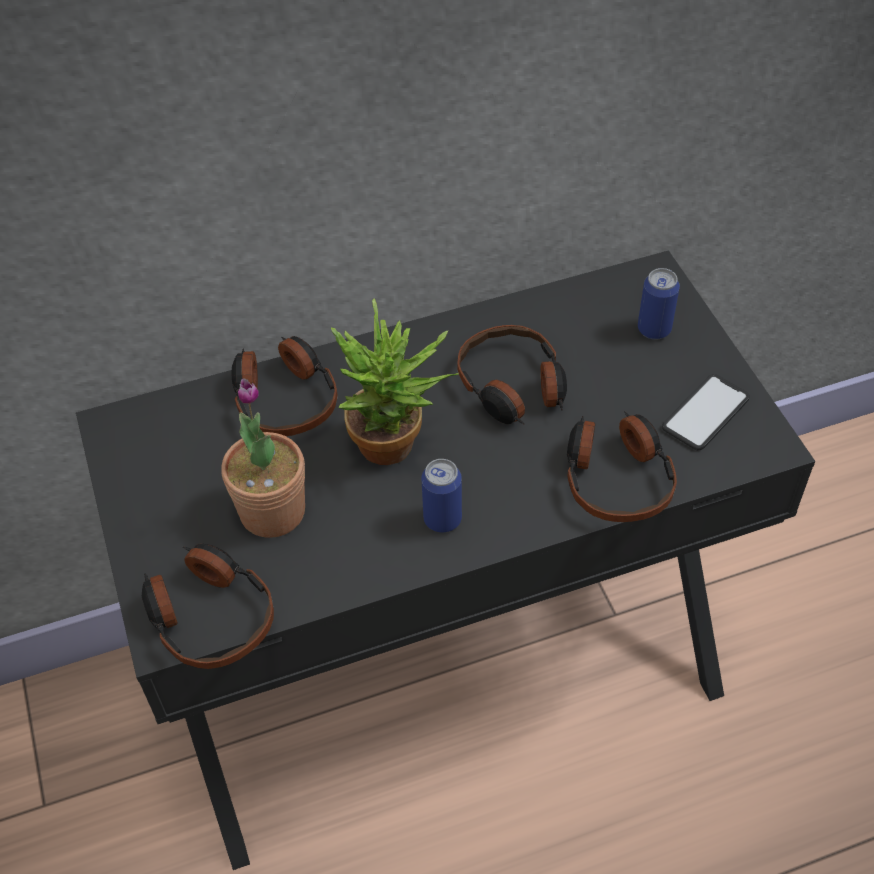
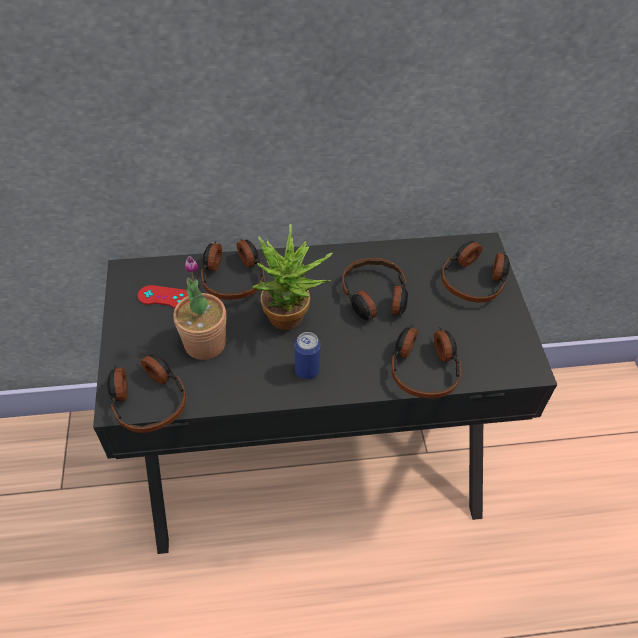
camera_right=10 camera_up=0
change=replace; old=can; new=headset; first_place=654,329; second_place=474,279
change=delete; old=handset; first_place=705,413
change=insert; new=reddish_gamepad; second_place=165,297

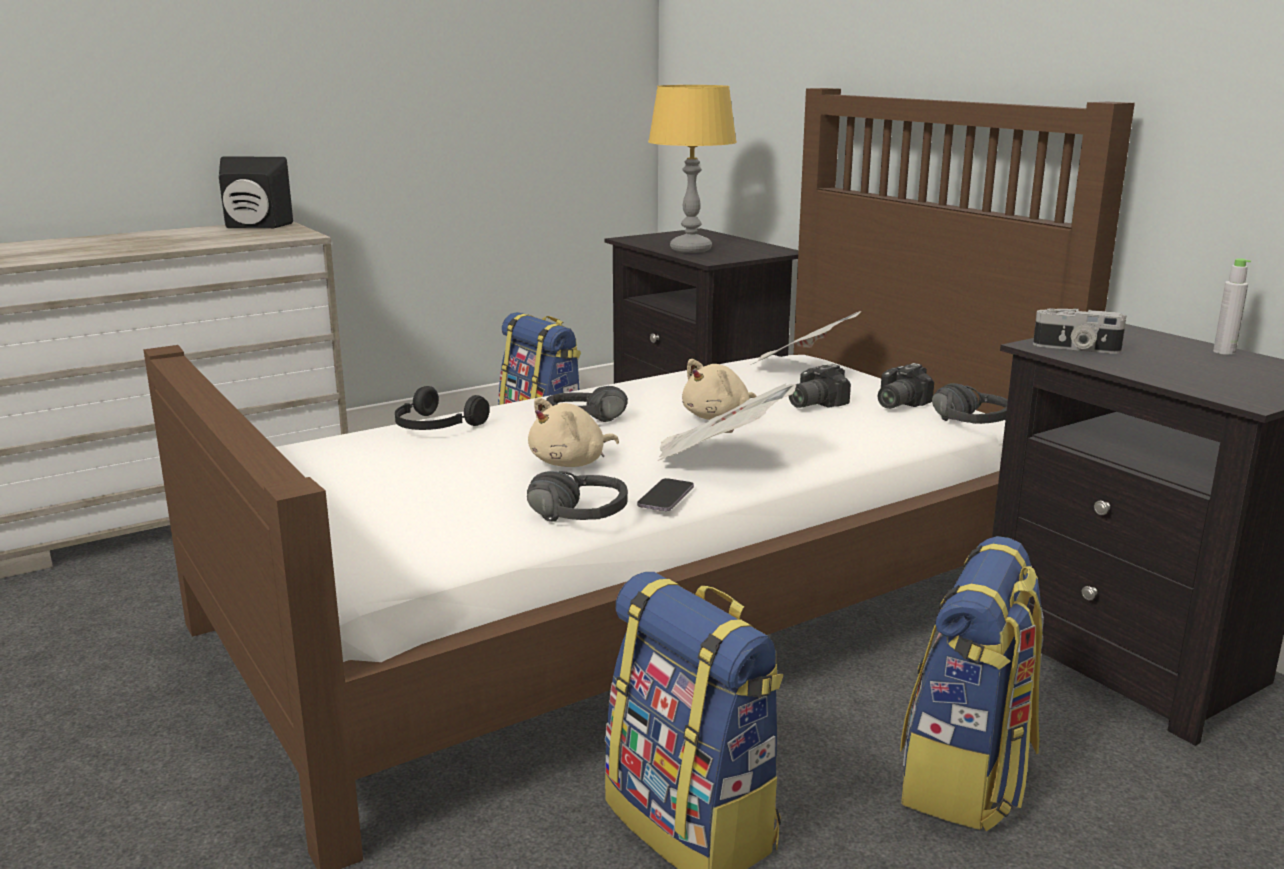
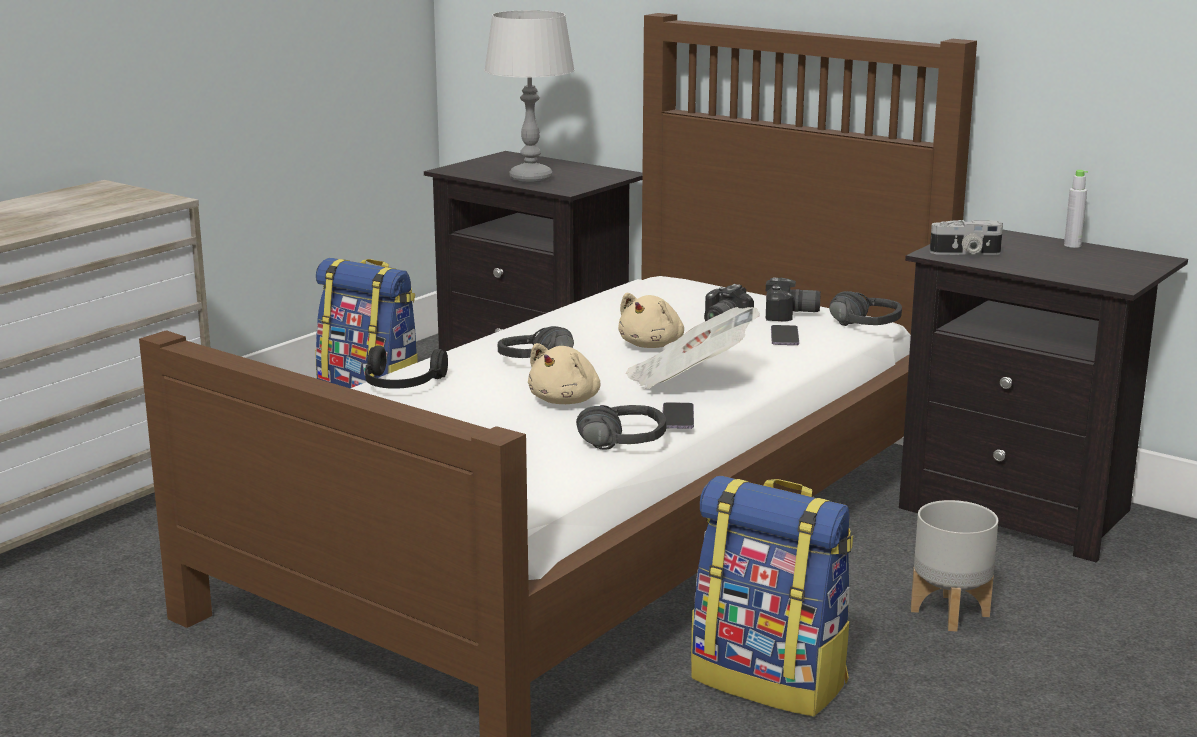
camera_right=-20 camera_up=0
change=recolor; old=yellow_lamp_for_a_table; new=gray_lamp_for_a_table; first_place=690,249; second_place=530,178
change=delete; old=blackish_audio_speaker; first_place=254,226
change=delete; old=printed_paper; first_place=801,368
change=rotate; old=photo_camera; first_place=896,404; second_place=791,315; degrees=-105
change=replace; old=rucksack; new=gray_flower_pot; first_place=967,778; second_place=951,613
change=insert; new=handset; second_place=784,337

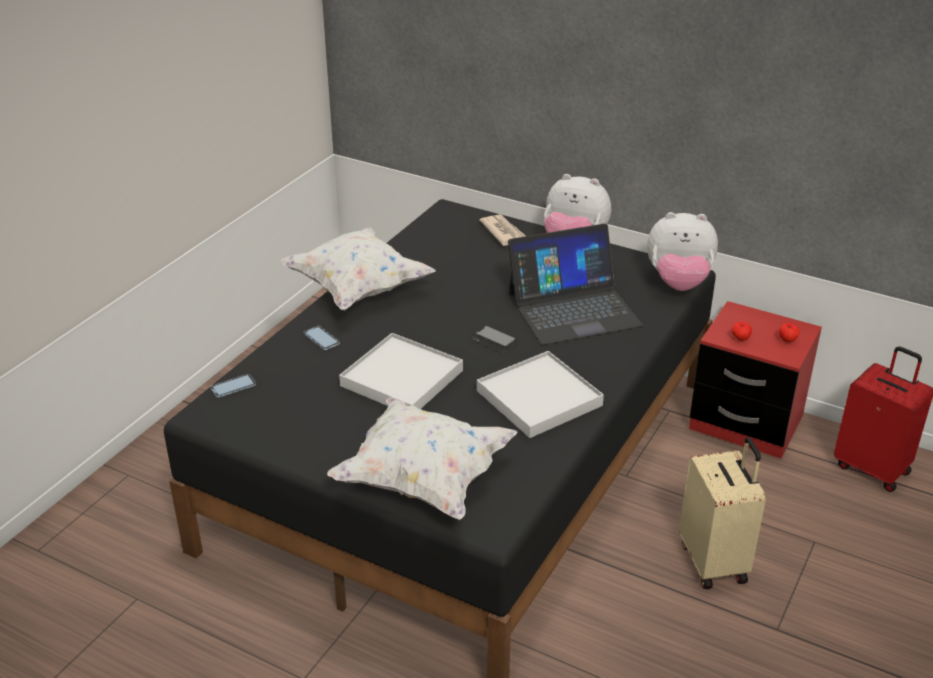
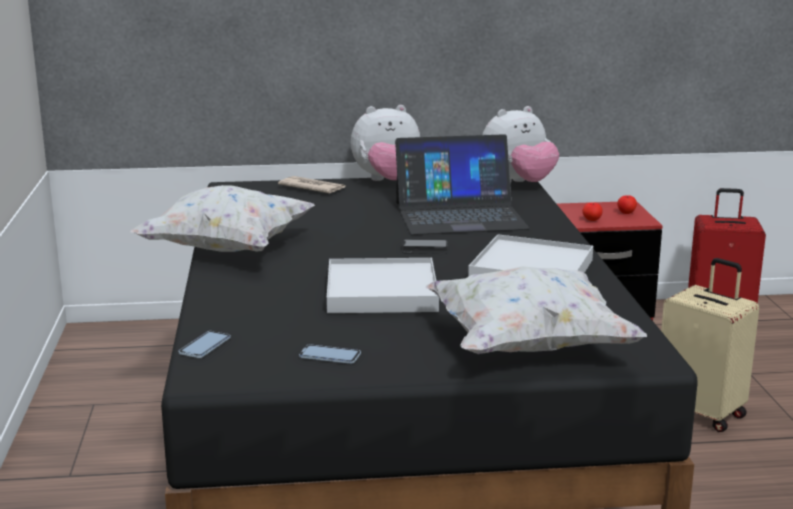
camera_right=-35 camera_up=-15
change=rotate; old=notebook_computer; first_place=573,309; second_place=459,215; degrees=45
change=move; old=handset; first_place=321,339; second_place=330,356

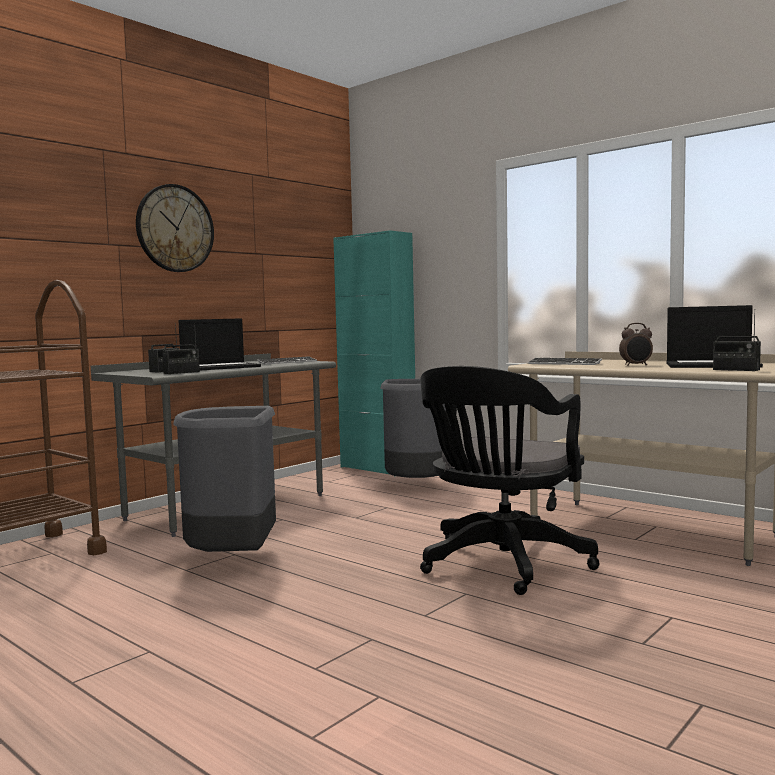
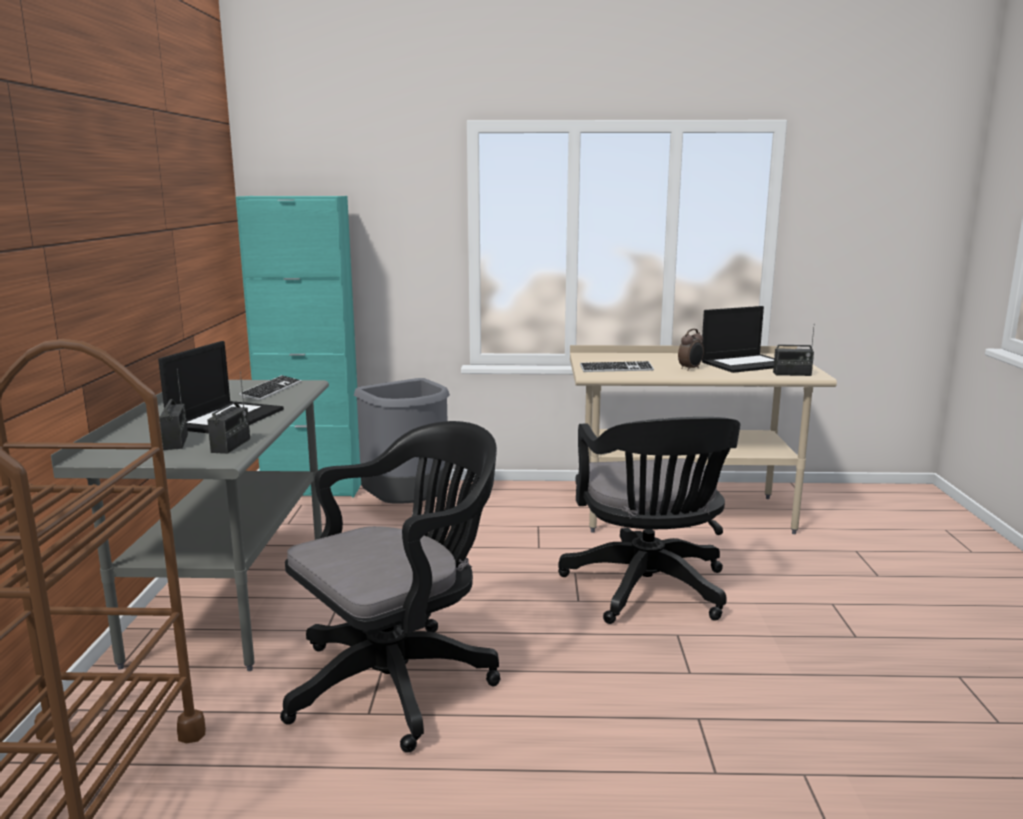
camera_right=-40 camera_up=10
change=delete; old=hanging_clock; first_place=175,228
change=replace; old=gray_rubbish_bin; new=blackish_desk_chair; first_place=233,561; second_place=400,679

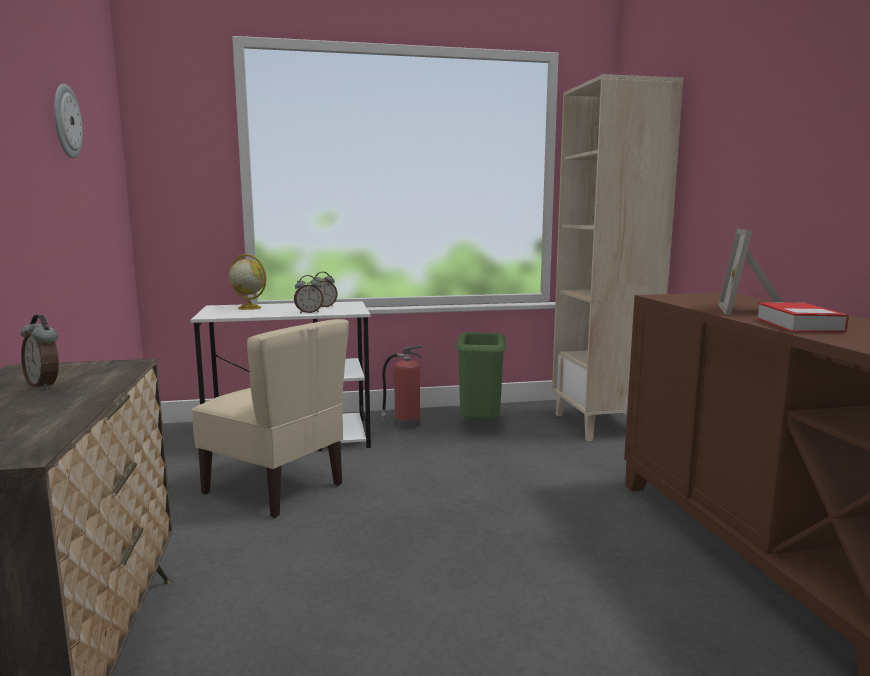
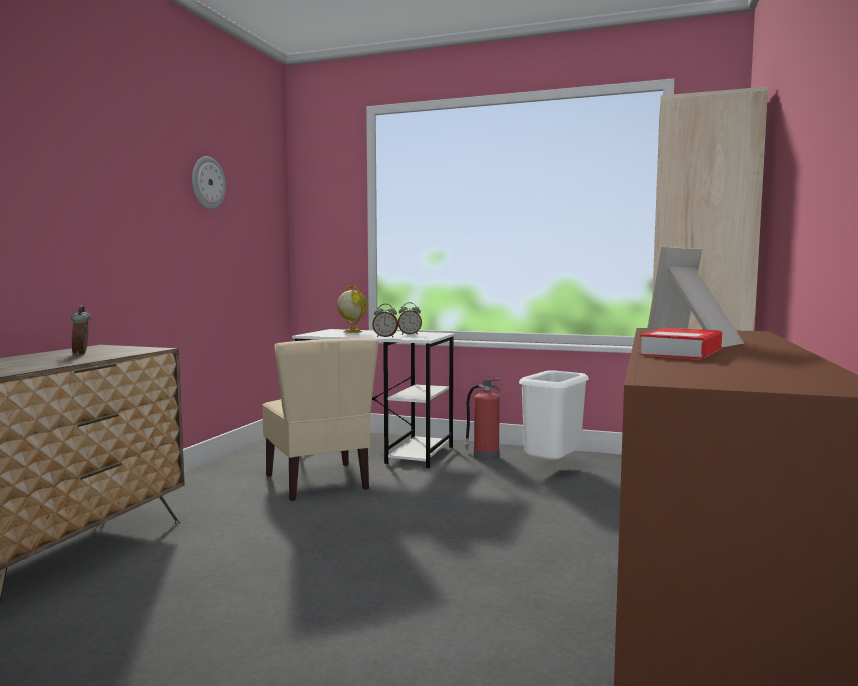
camera_right=30 camera_up=-5
change=recolor; old=green-coloured_rubbish_bin; new=whitish_rubbish_bin; first_place=479,427; second_place=551,469

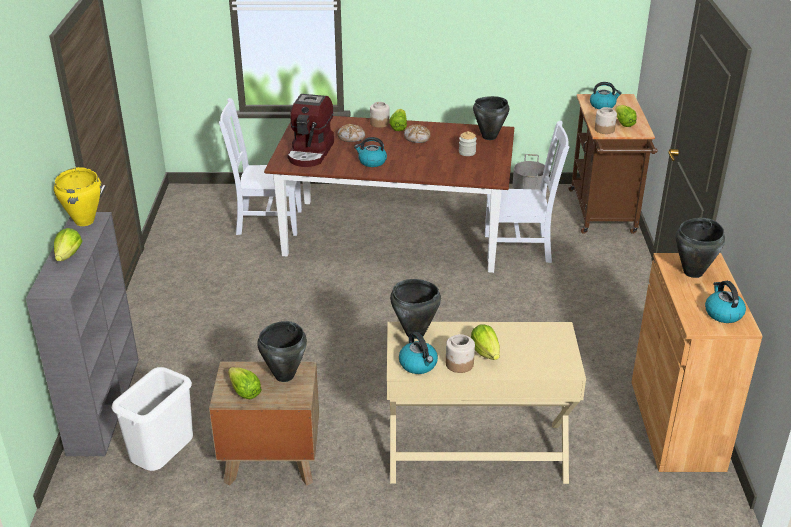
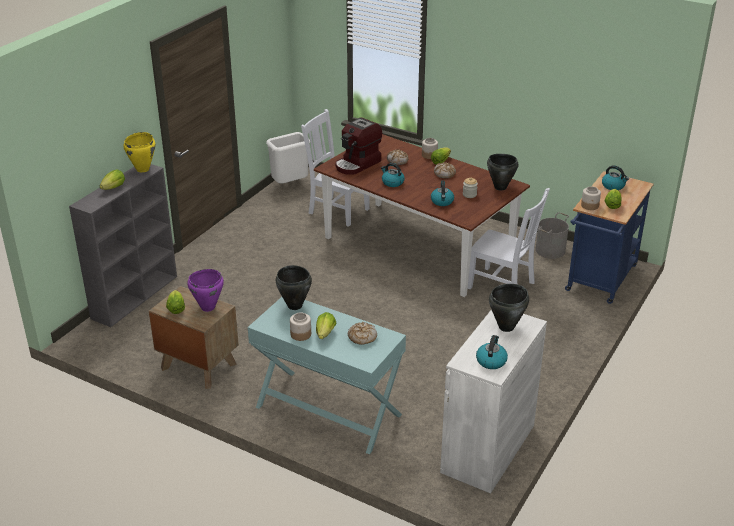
camera_right=30 camera_up=0
change=recolor; old=brownish_cart; new=blue-coloured_cart; first_place=603,214; second_place=600,281
change=recolor; old=brownish_cabinet; new=whitish_cabinet; first_place=676,424; second_place=488,449
change=recolor; old=blackish_cooking_pot; new=purplish_cooking_pot; first_place=284,376; second_place=207,307
change=recolor; old=beige-coloured_hall_table; new=turquoise-coloured_hall_table; first_place=476,453; second_place=328,411
change=move; old=kettle; first_place=418,365; second_place=442,202
change=move; old=whitish_rubbish_bin; first_place=164,463; second_place=290,186
change=insert; new=baked_bread; second_place=362,337

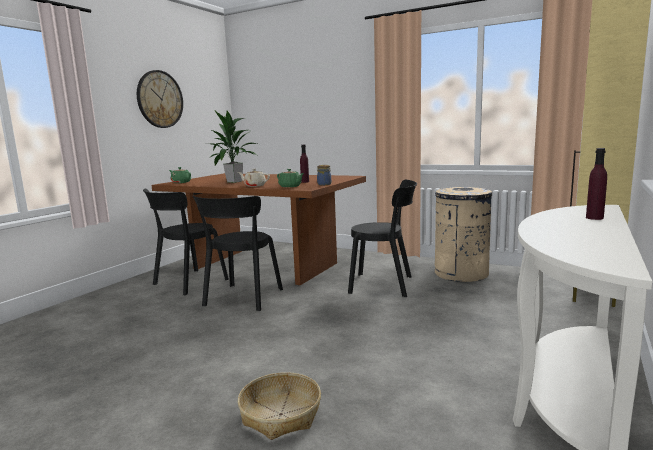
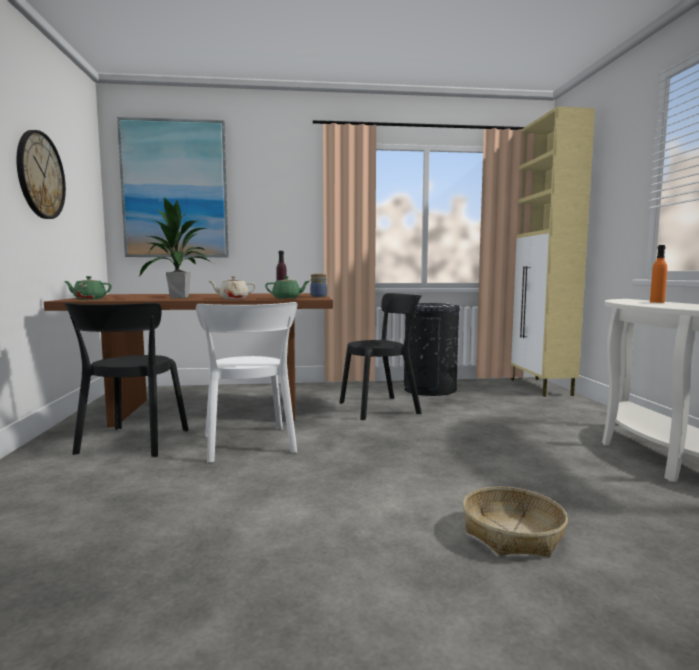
camera_right=-35 camera_up=-5
change=recolor; old=purplish_drink_bottle; new=orange-coloured_drink_bottle; first_place=594,218; second_place=657,302
change=recolor; old=beige-coloured_rubbish_bin; new=blackish_rubbish_bin; first_place=461,273; second_place=429,389
change=recolor; old=blackish_plain_chair; new=whitish_plain_chair; first_place=242,299; second_place=249,445
change=insert; new=wall_art; second_place=175,189

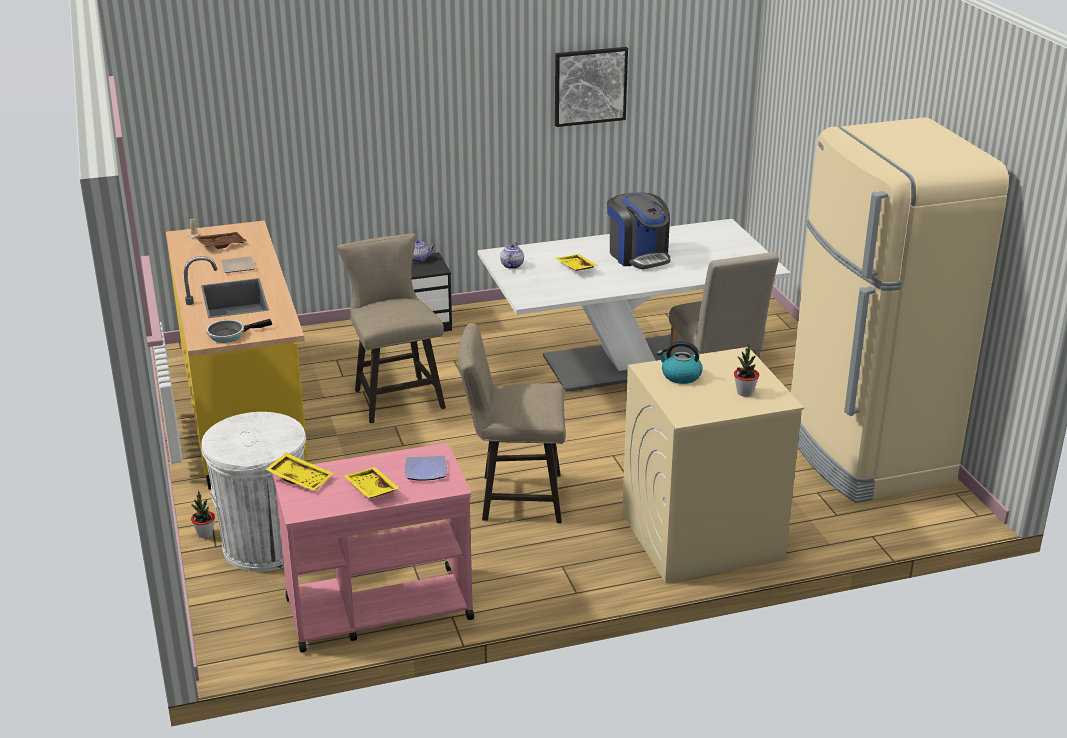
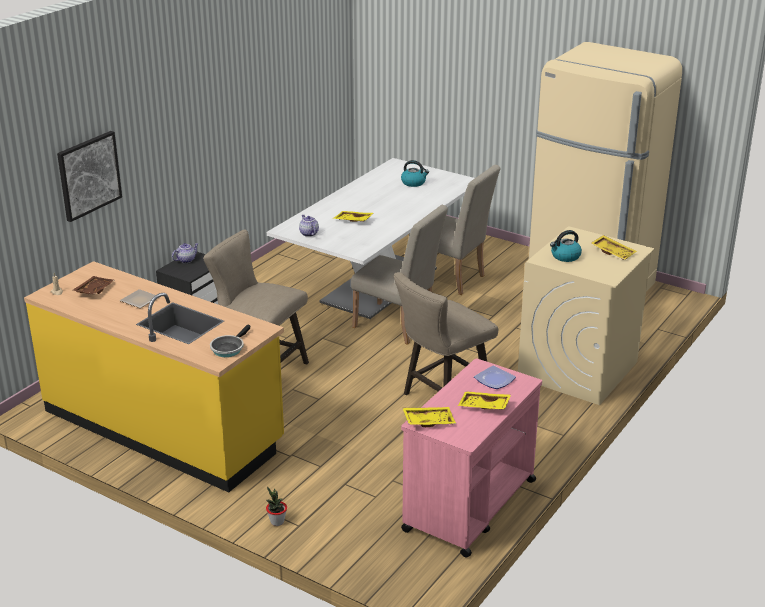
camera_right=-40 camera_up=0
change=move; old=wall_art; first_place=590,86; second_place=89,175
change=delete; old=coffee_brewer; first_place=638,255
change=replace; old=plant_in_a_pot; new=yellow_tray; first_place=744,392; second_place=613,252
change=delete; old=whitish_rubbish_bin; first_place=265,546
change=insert; new=kettle; second_place=414,183
change=insert; new=beige-coloured_plain_chair; second_place=398,326

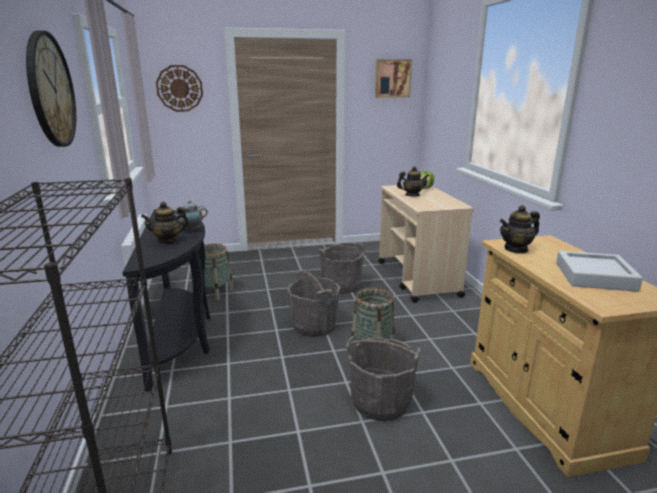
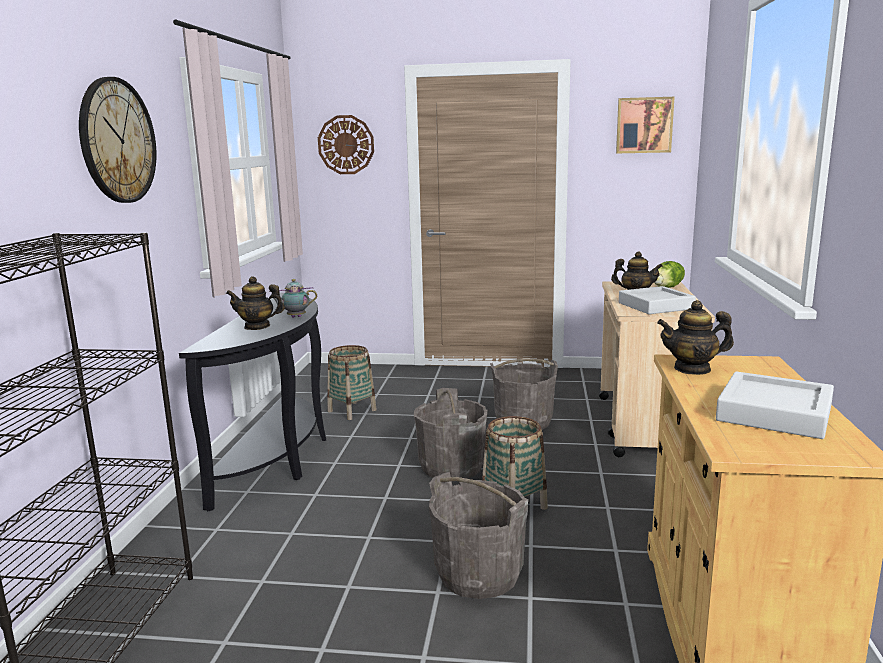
camera_right=20 camera_up=-5
change=insert; new=gray_tray; second_place=655,306

